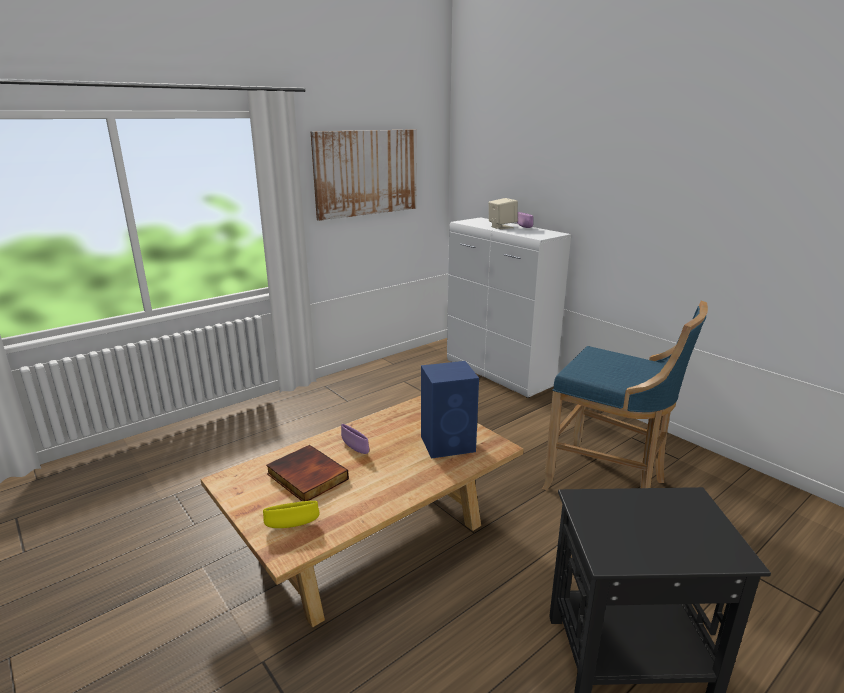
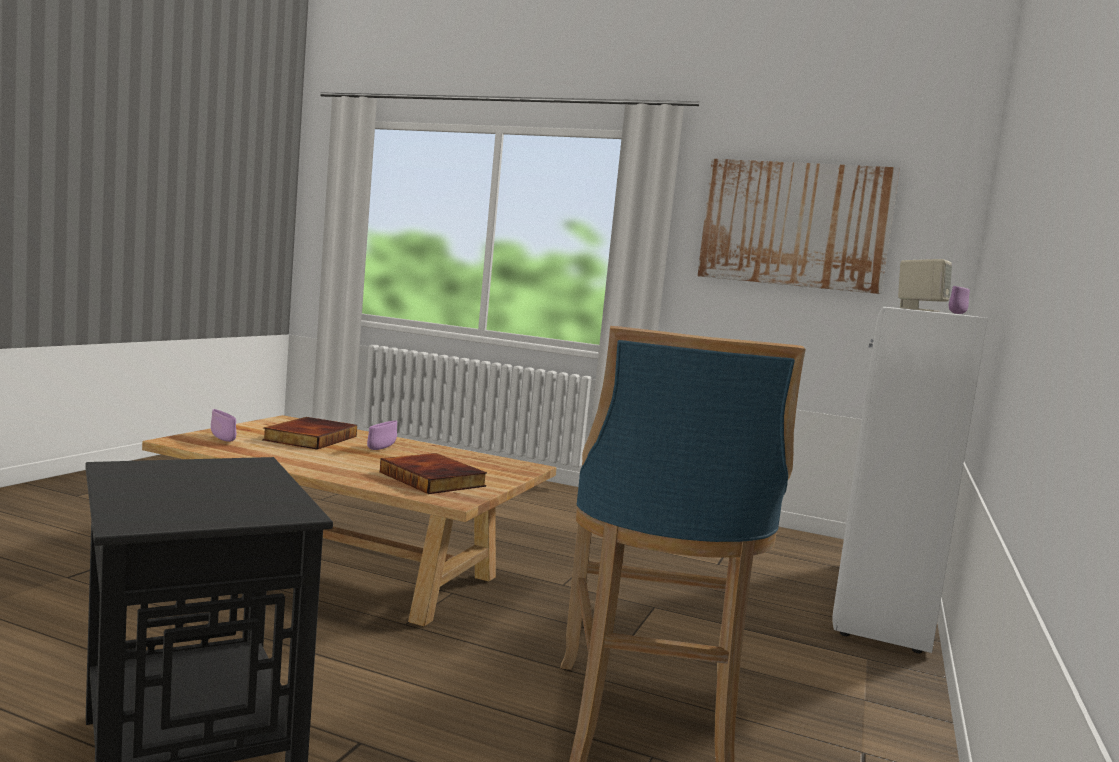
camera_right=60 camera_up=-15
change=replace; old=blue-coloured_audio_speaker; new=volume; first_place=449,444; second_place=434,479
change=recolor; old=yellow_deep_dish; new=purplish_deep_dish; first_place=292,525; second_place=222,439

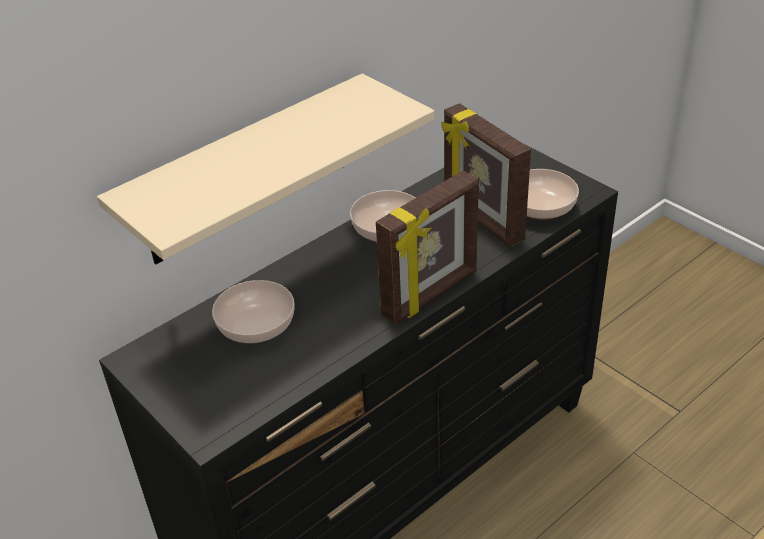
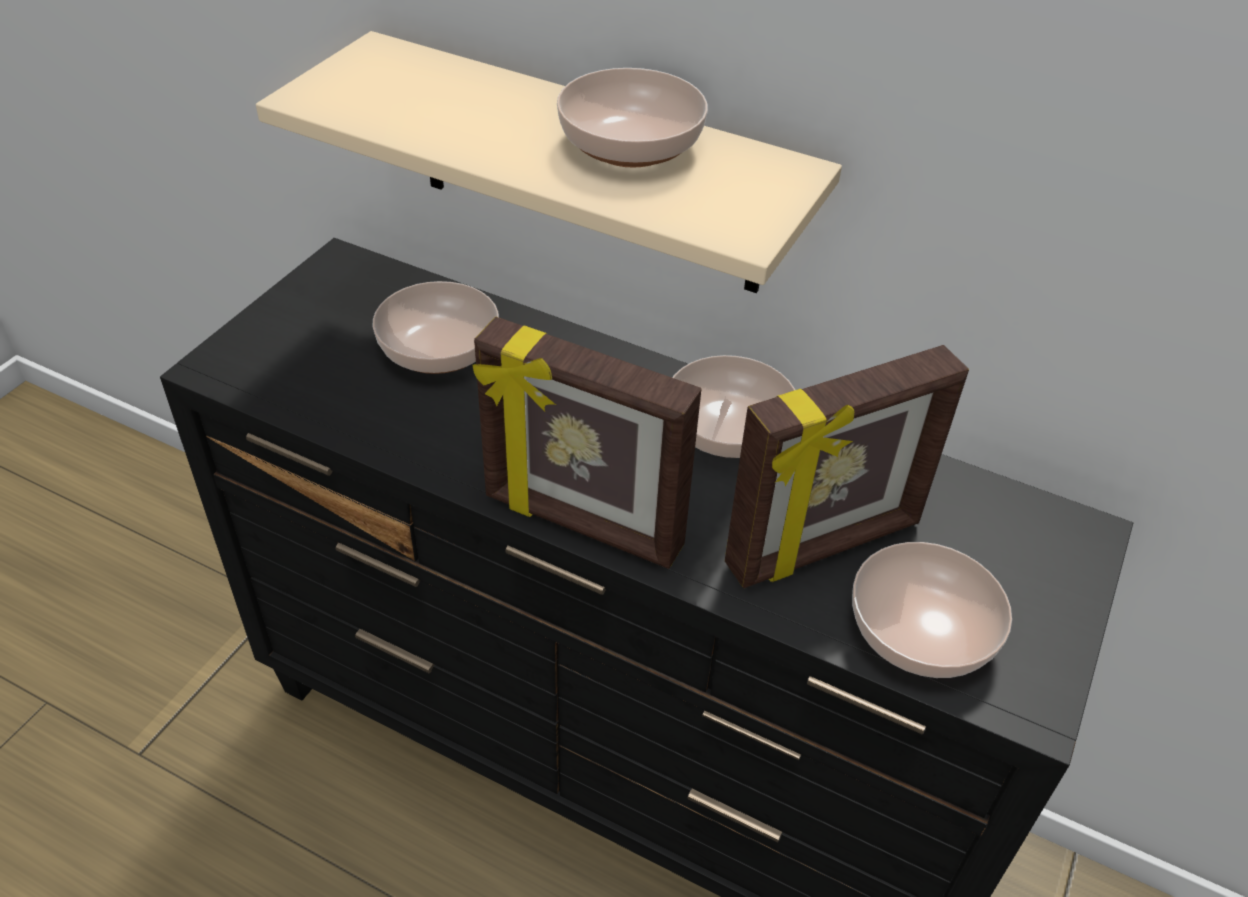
camera_right=65 camera_up=5
change=rotate; old=picture_frame; first_place=481,220; second_place=825,547; degrees=-150
change=insert; new=deep_dish; second_place=632,144

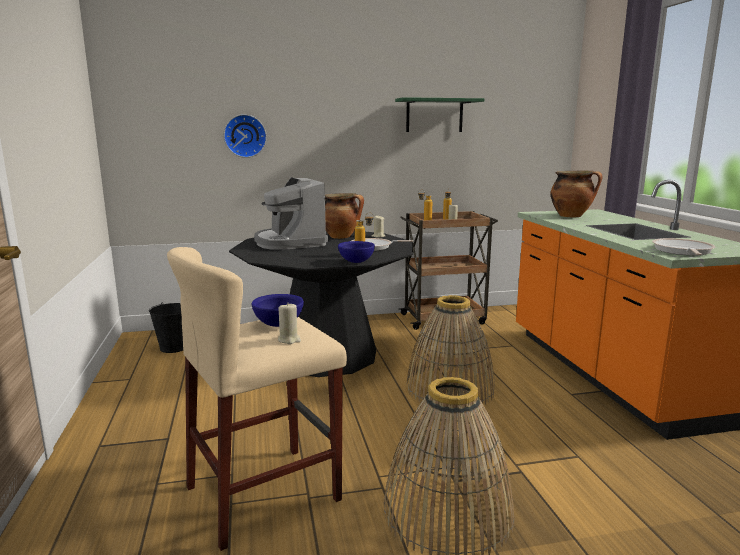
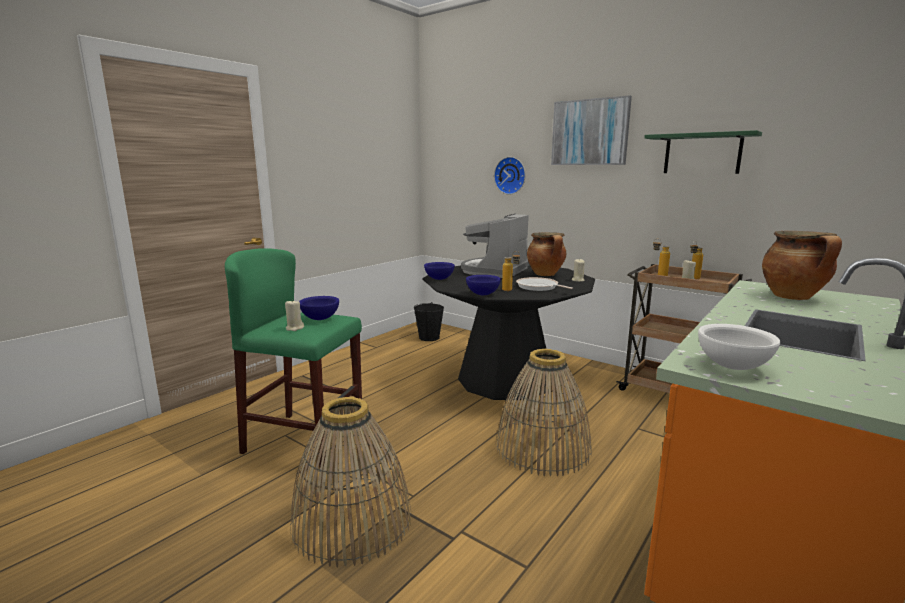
camera_right=50 camera_up=0
change=replace; old=pan; new=whitish_deep_dish; first_place=682,251; second_place=731,366
change=recolor; old=beige-coloured_stool; new=green-coloured_stool; first_place=264,493; second_place=304,440
change=insert; new=wall_art; second_place=590,132
change=insert; new=blue-coloured_deep_dish; second_place=439,279

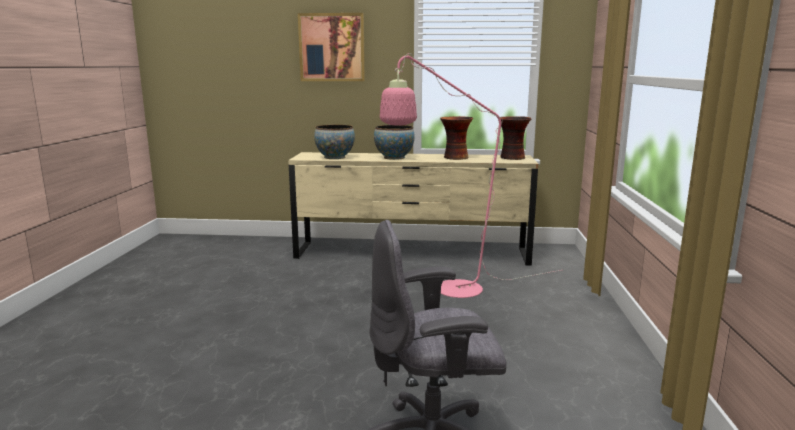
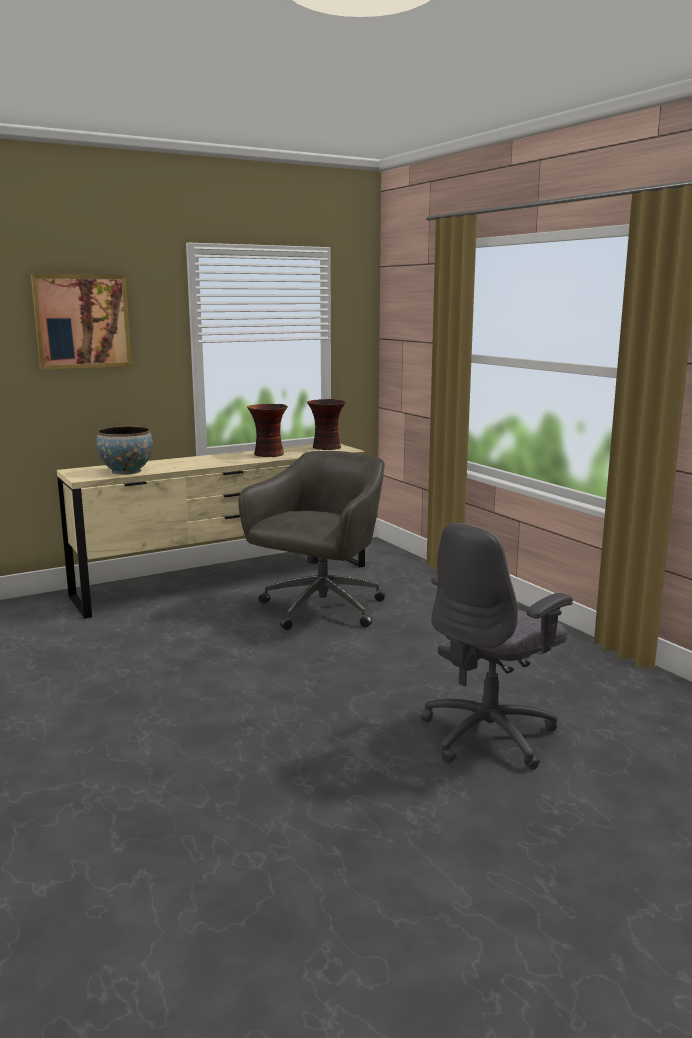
camera_right=-35 camera_up=0
change=replace; old=pink-coloured_floor_lamp; new=gray_desk_chair; first_place=448,290; second_place=320,609
change=delete; old=deep_dish; first_place=394,158

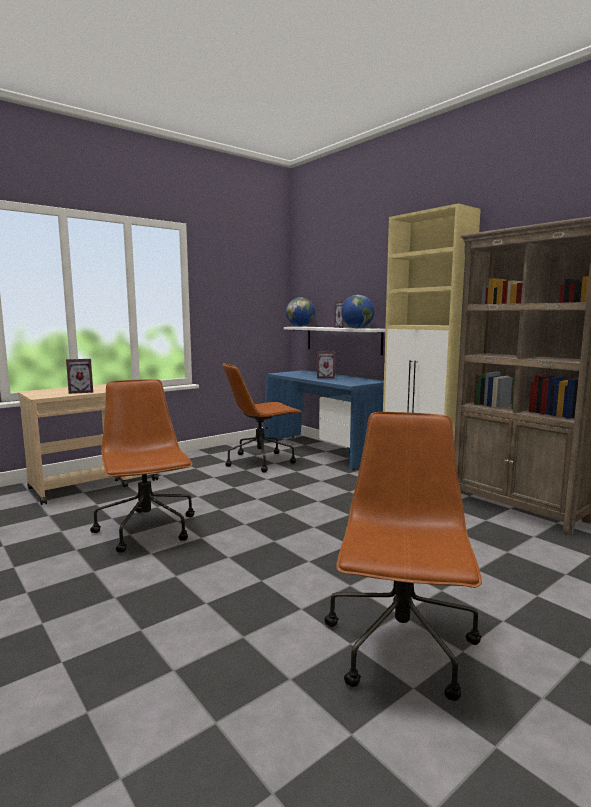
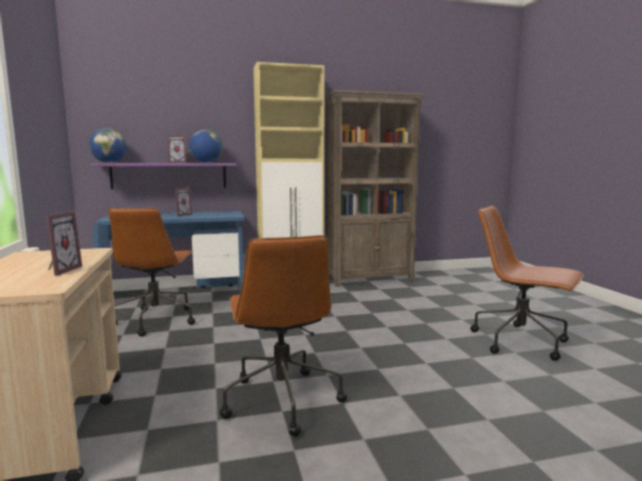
camera_right=-65 camera_up=0
change=recolor; old=whitish_bracket_shelf; new=purplish_bracket_shelf; first_place=342,339; second_place=169,175
change=rotate; old=brownish_desk_chair; first_place=147,530; second_place=281,399; degrees=-105

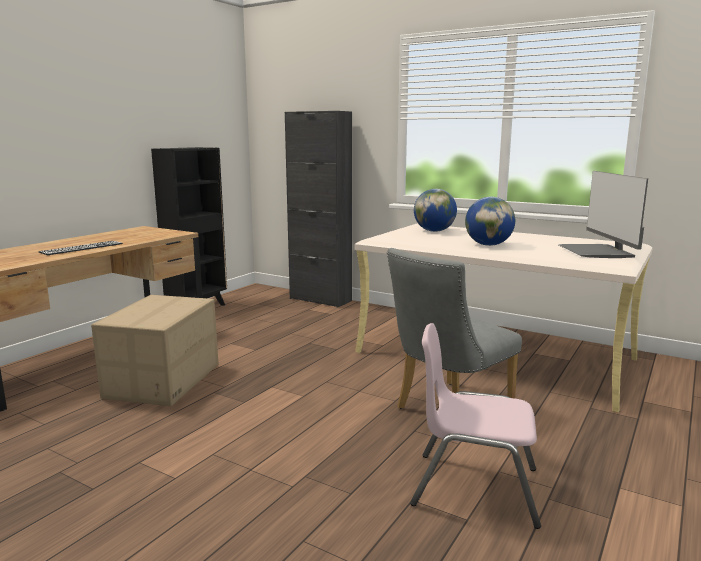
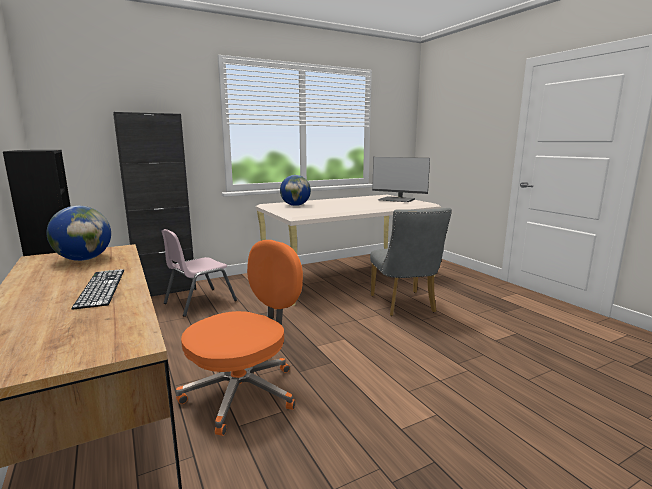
camera_right=-60 camera_up=0
change=move; old=world_globe; first_place=488,245; second_place=84,259
change=replace; old=carton; new=orange-coloured_desk_chair; first_place=164,381; second_place=244,392
change=move; old=pink-coloured_plain_chair; first_place=474,487; second_place=199,302

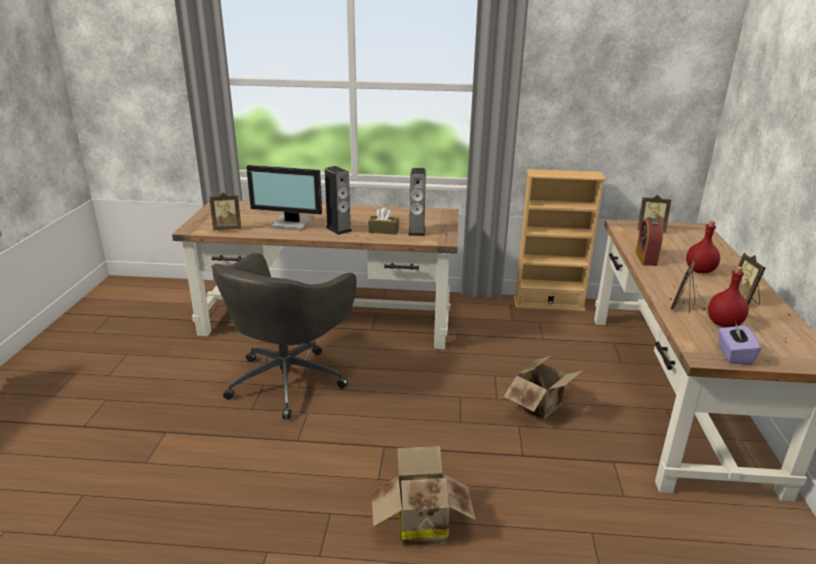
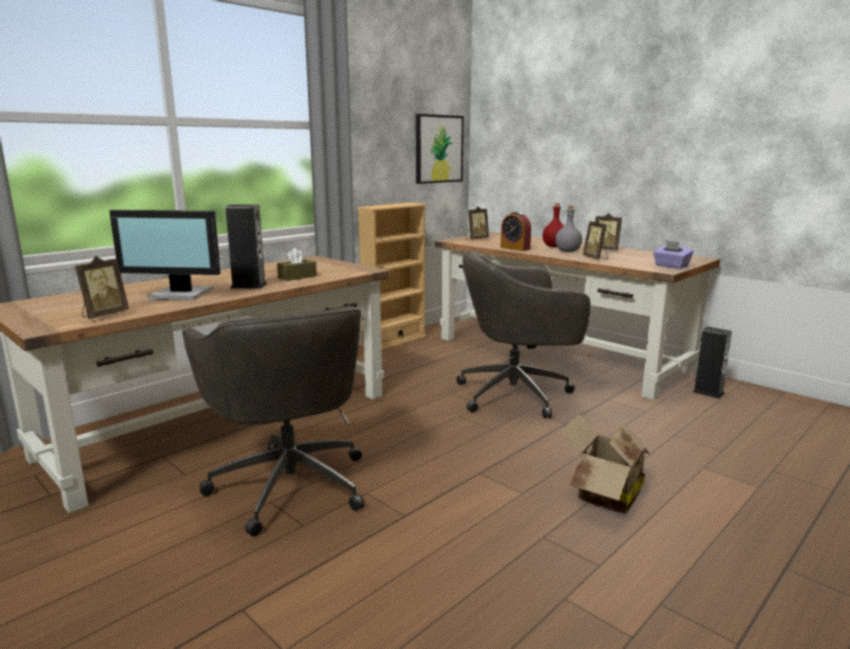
camera_right=-50 camera_up=-10
change=rotate; old=monitor; first_place=292,224; second_place=181,294; degrees=45
change=move; old=audio_speaker; first_place=416,231; second_place=708,392
change=delete; old=reddish_drink_bottle; first_place=723,324
change=replace; old=carton; new=gray_desk_chair; first_place=541,407; second_place=517,395
change=insert; new=wall_art; second_place=438,149
change=insert; new=gray_drink_bottle; second_place=568,251

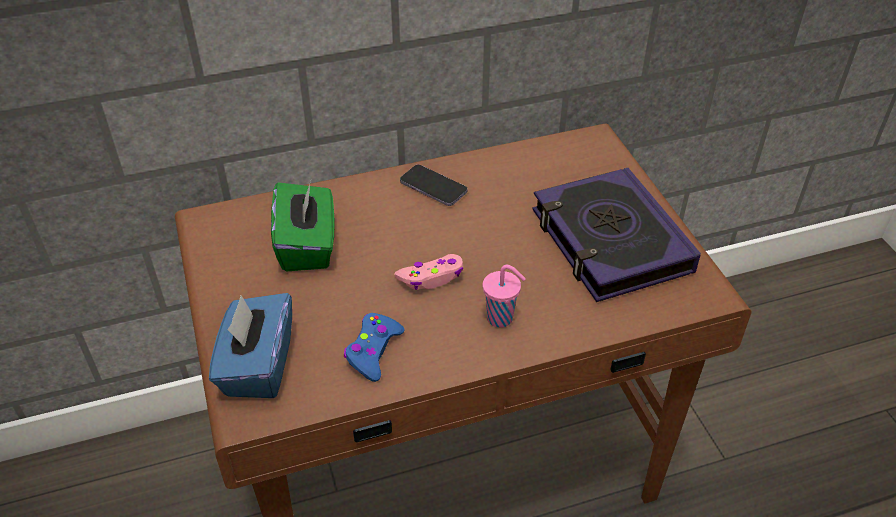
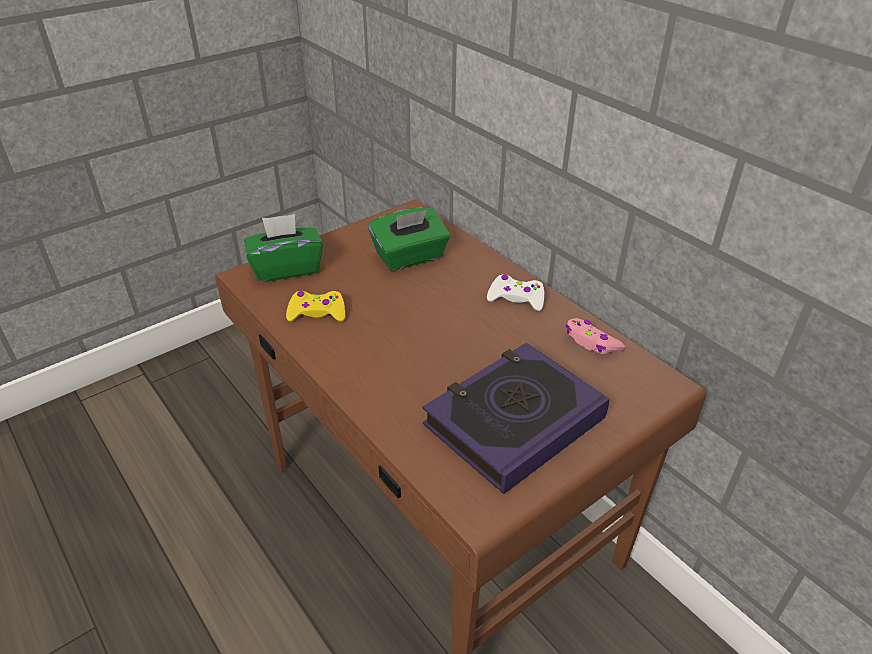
camera_right=70 camera_up=-5
change=replace; old=handset; new=whitish_gamepad; first_place=433,187; second_place=516,298
change=move; old=pink-coloured_gamepad; first_place=432,277; second_place=591,342
change=delete; old=pink-coloured_small_cup; first_place=501,318
change=recolor; old=blue-coloured_tissue_holder; new=green-coloured_tissue_holder; first_place=257,366; second_place=286,268
change=recolor; old=blue-coloured_gamepad; new=yellow_gamepad; first_place=373,351; second_place=317,313

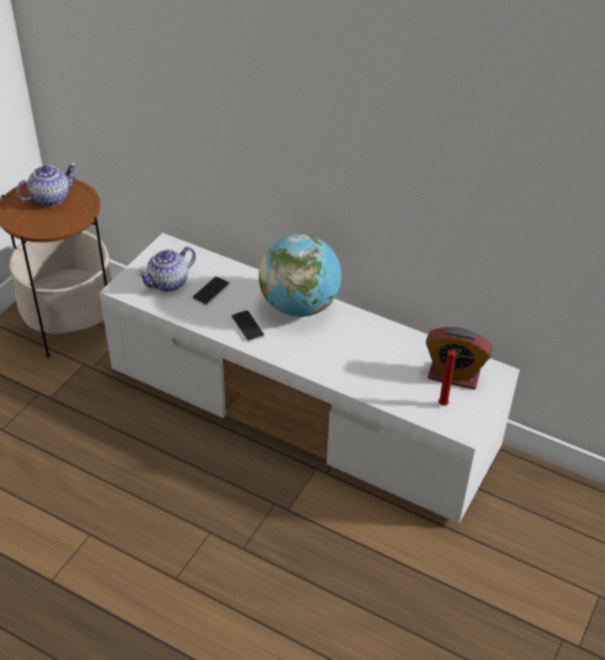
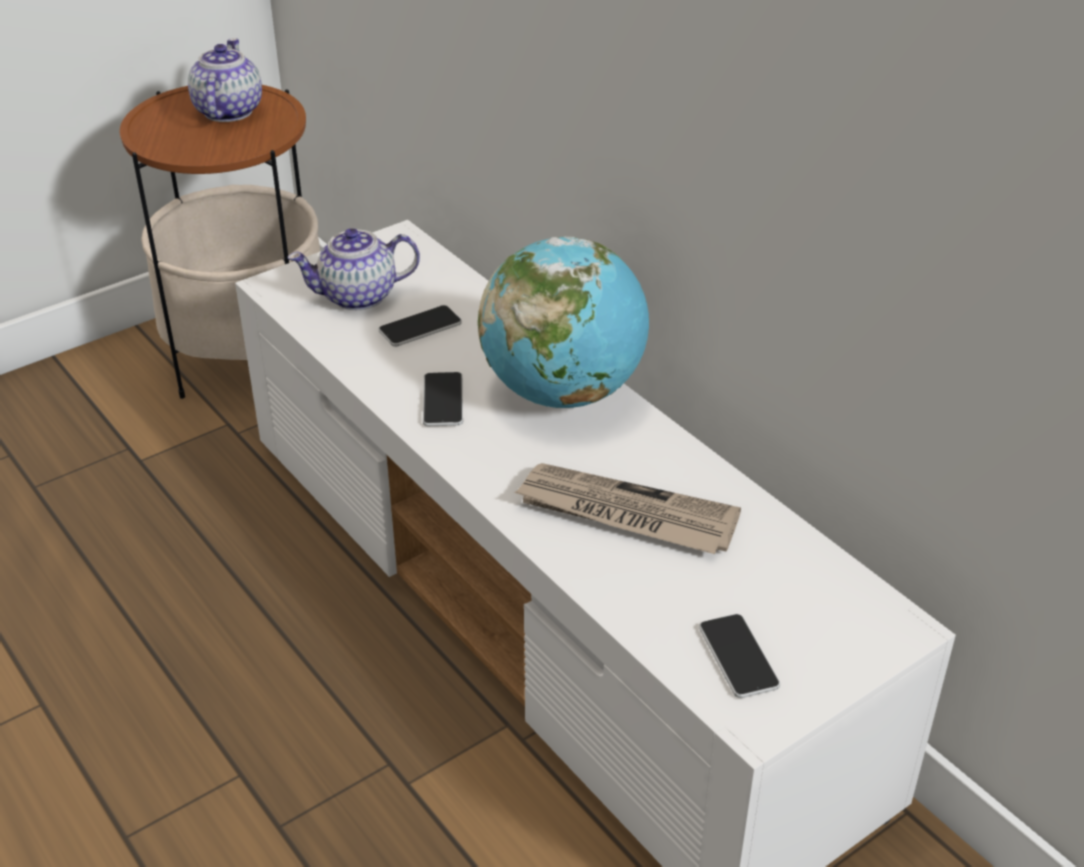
camera_right=25 camera_up=-5
change=rotate; old=pot_for_tea; first_place=50,198; second_place=227,111; degrees=-75
change=delete; old=table_clock; first_place=453,375
change=replace; old=reddish_wax_candle; new=handset; first_place=444,406; second_place=738,657
change=insert; new=printed_paper; second_place=625,514

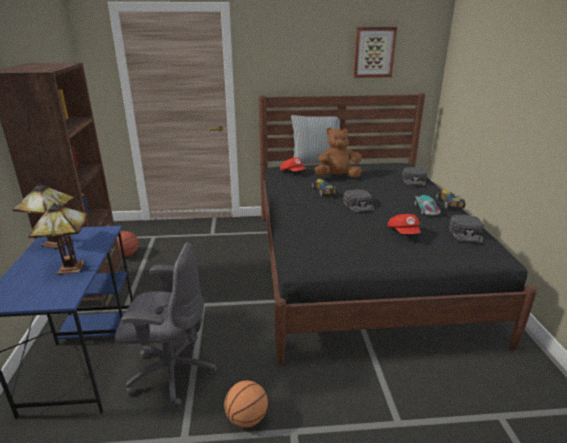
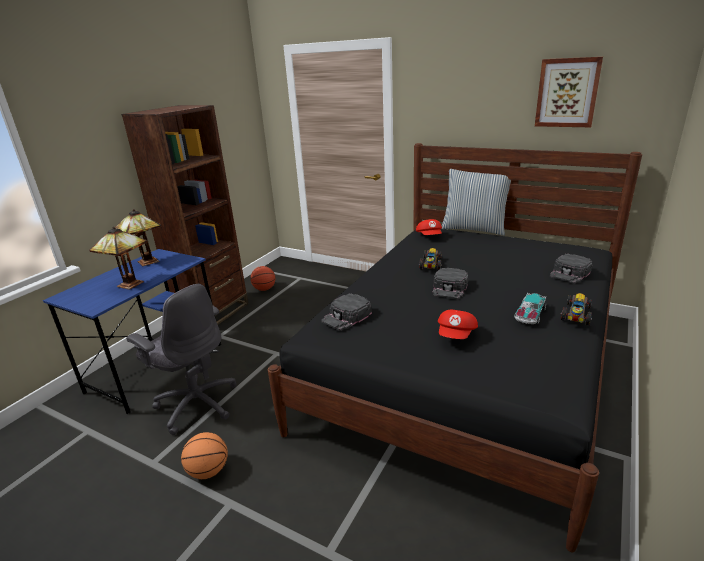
camera_right=35 camera_up=0
change=delete; old=brownish_soft_toy; first_place=337,177
change=move; old=blackish_cap; first_place=466,233; second_place=346,316

